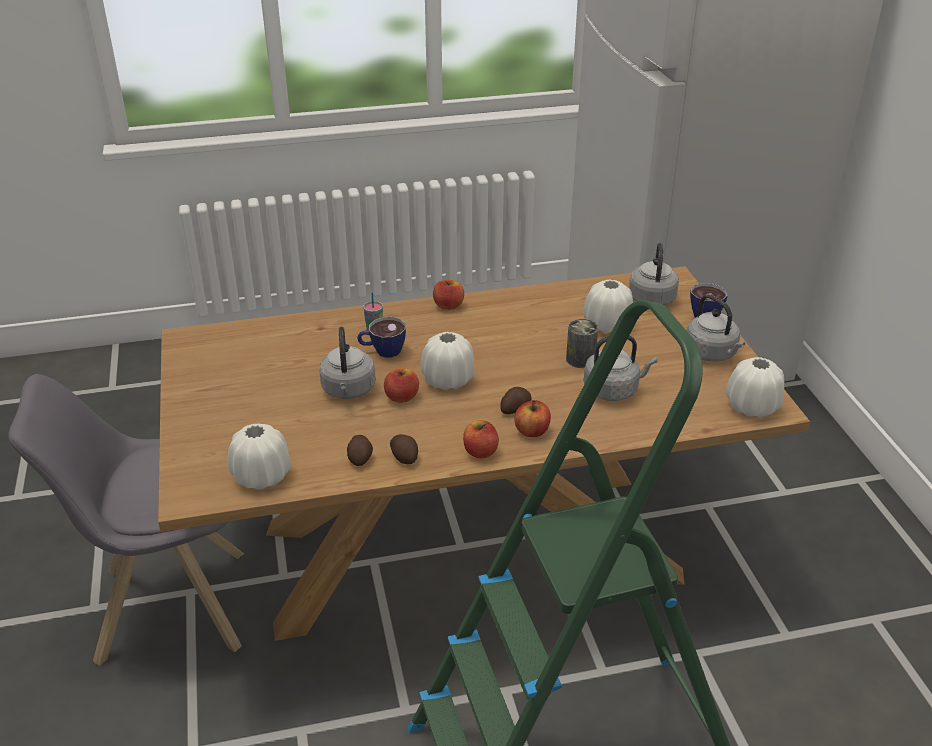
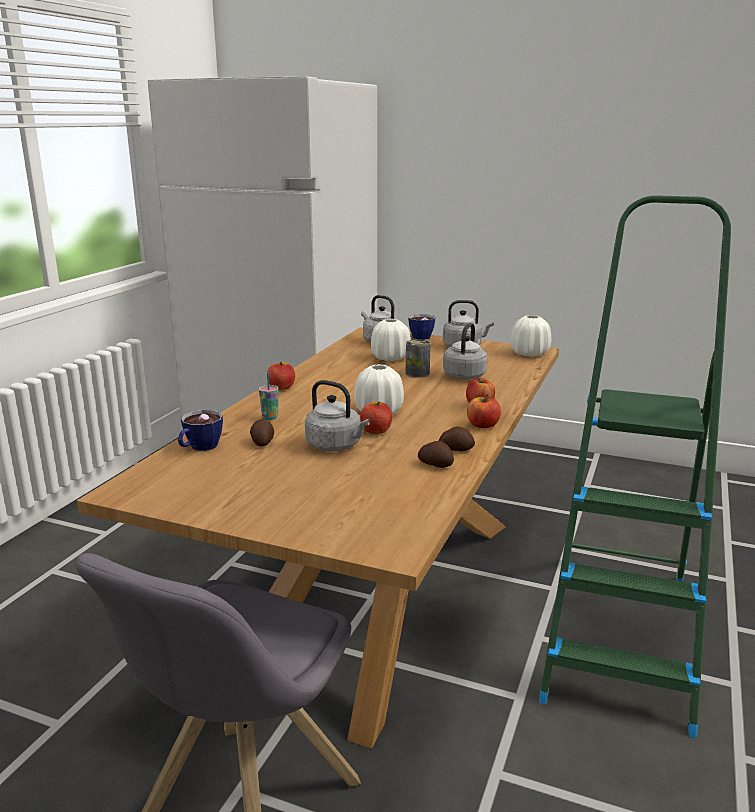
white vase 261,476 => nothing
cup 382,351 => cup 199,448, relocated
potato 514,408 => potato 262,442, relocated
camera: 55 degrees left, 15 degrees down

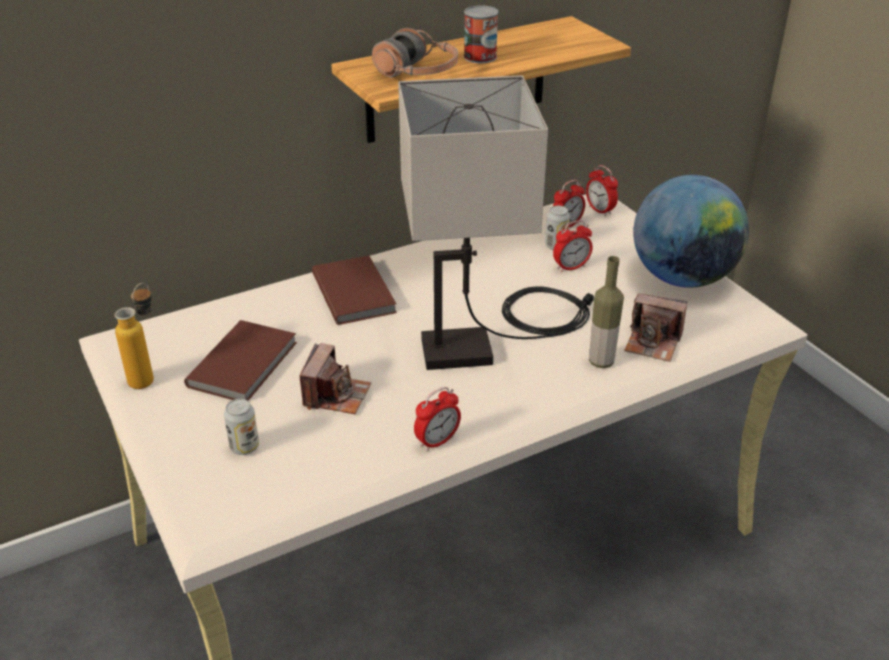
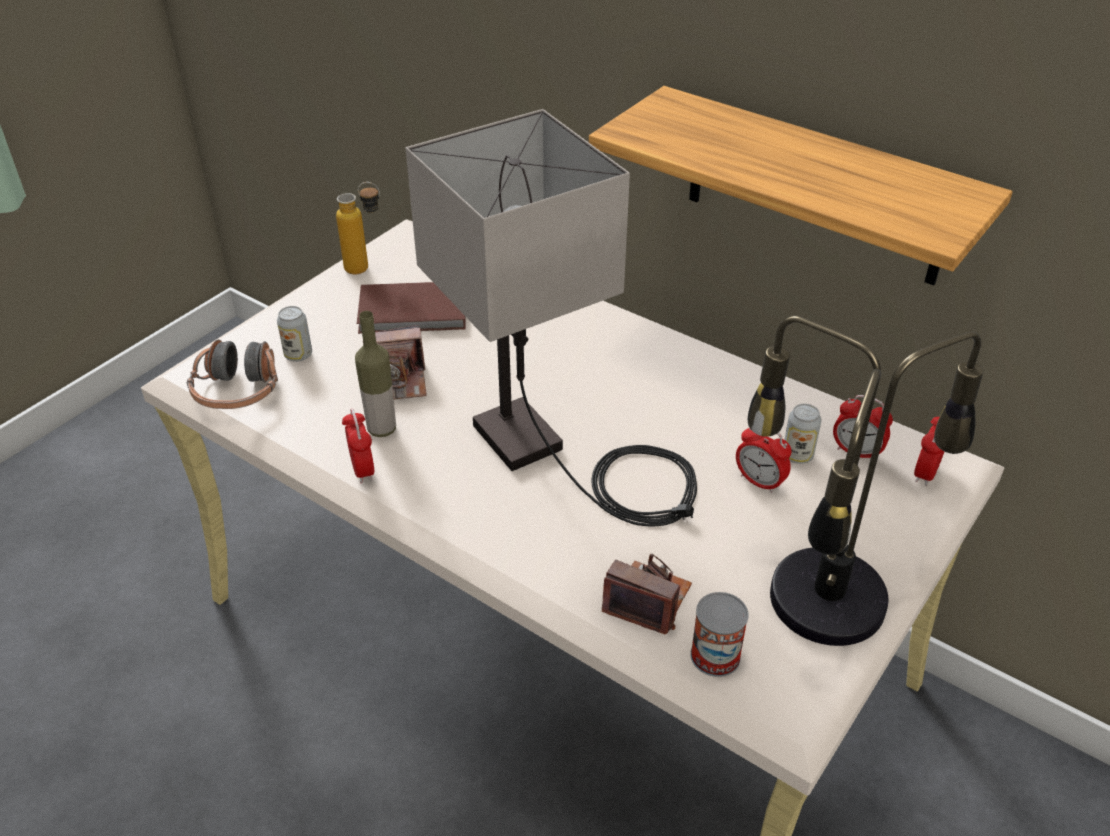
brown book 355,292 => nothing
headphones 417,73 => headphones 238,391, relocated
alarm clock 437,441 => alarm clock 362,470, 135 degrees counterclockwise
can 480,57 => can 715,656, relocated
bottle 601,362 => bottle 382,429, relocated
photo camera 653,343 => photo camera 647,600, 120 degrees clockwise
globe 682,278 => table lamp 825,597
camera: 65 degrees right, 5 degrees up

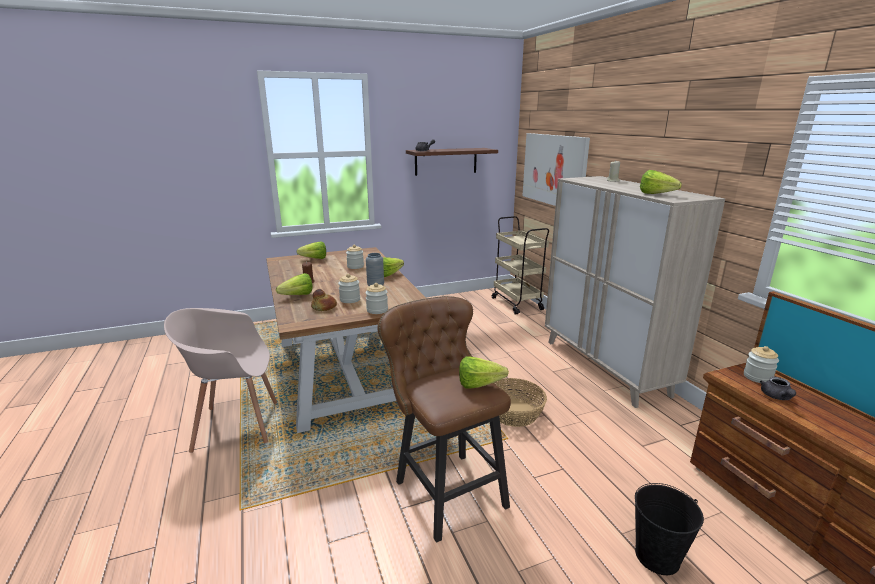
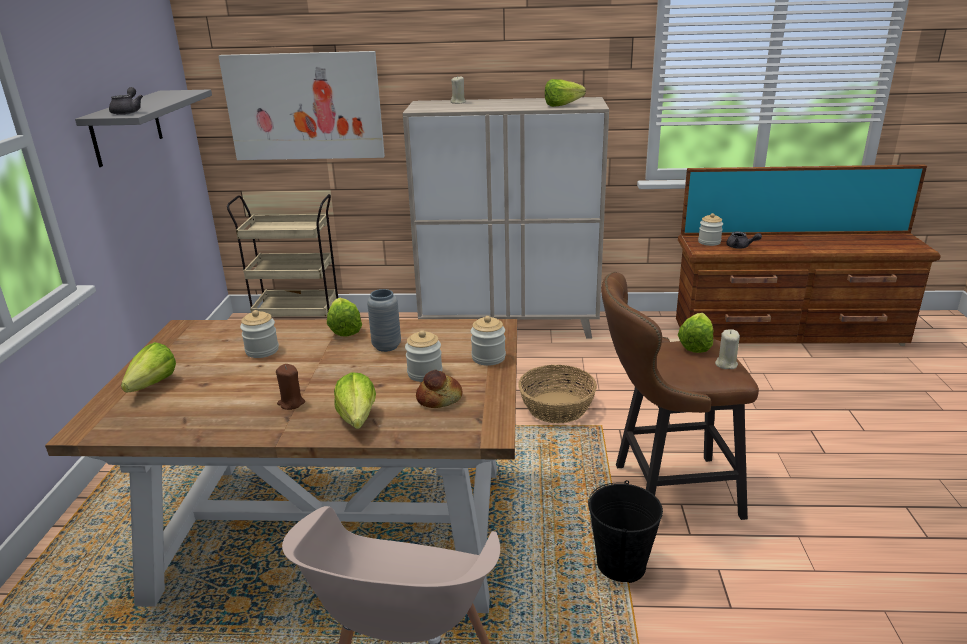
brown shelf 446,161 => grey shelf 127,127
black bucket 657,556 => black bucket 621,565, relocated
nothing => beige candle 726,364
camera: 65 degrees left, 5 degrees up

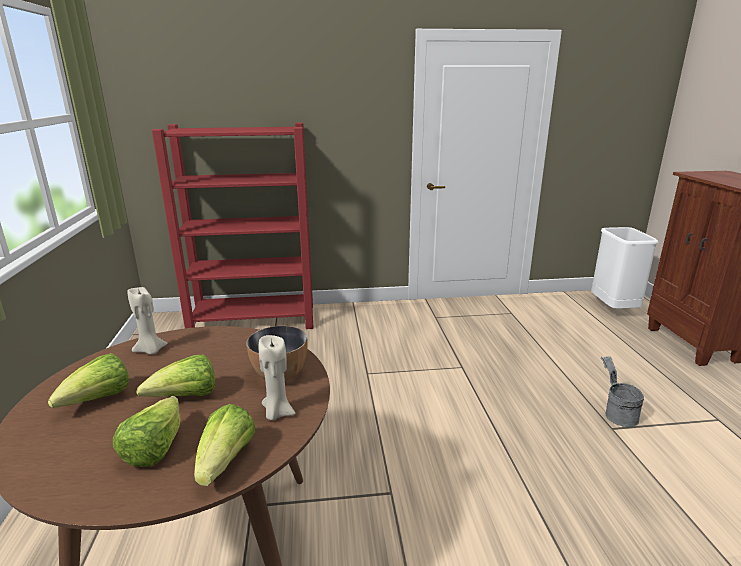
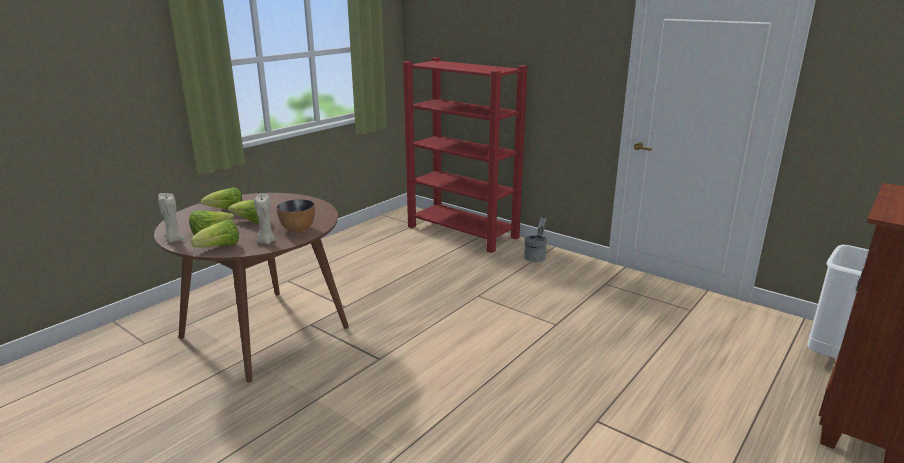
beige candle 151,351 => beige candle 174,240, relocated
grey bucket 616,414 => grey bucket 535,257, relocated
camera: 45 degrees right, 0 degrees up

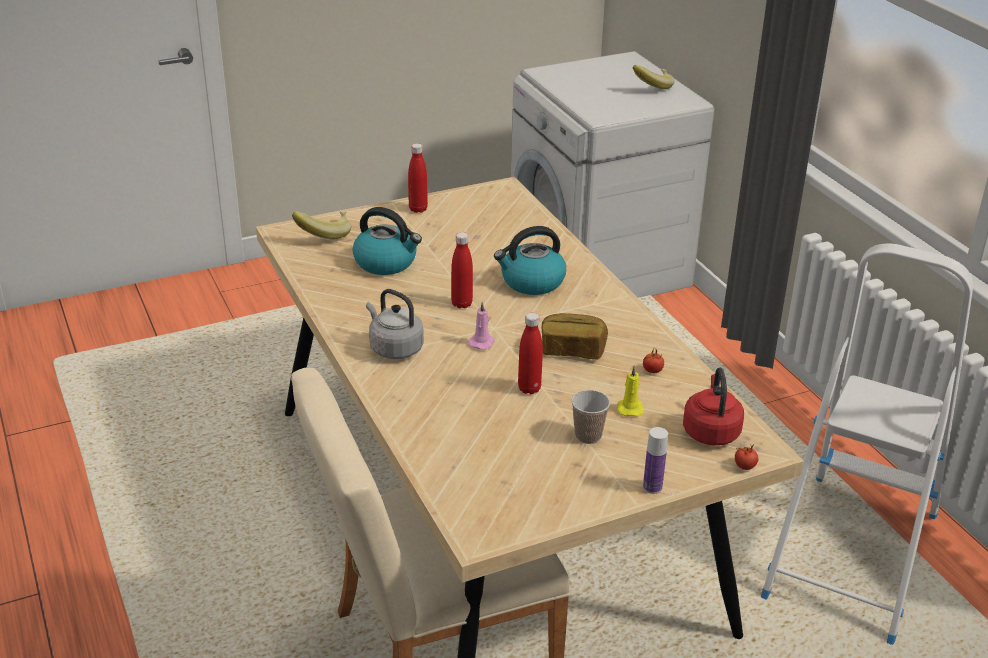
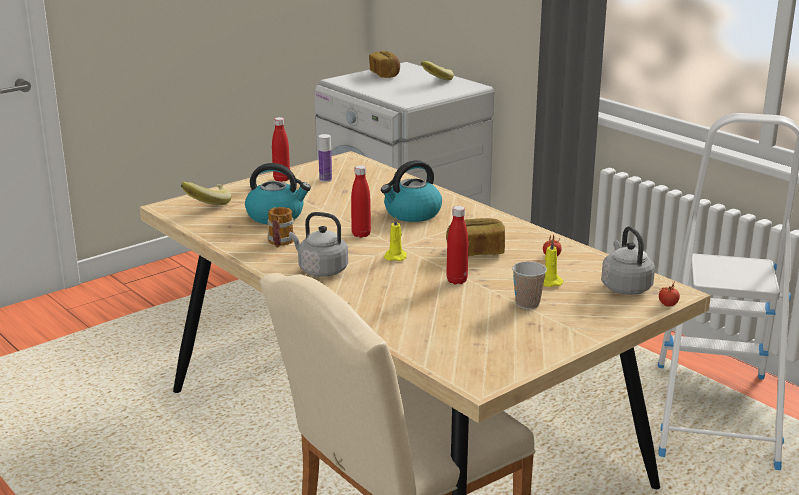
pink candle 482,342 => yellow candle 395,256
bottle 652,487 => bottle 325,179, relocated
red kettle 710,431 => grey kettle 625,287
nothing => mug 280,243
nothing => bread 385,74
camera: 15 degrees left, 10 degrees down

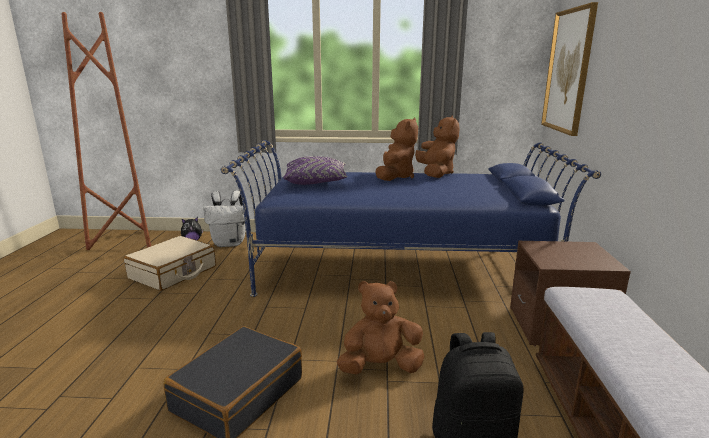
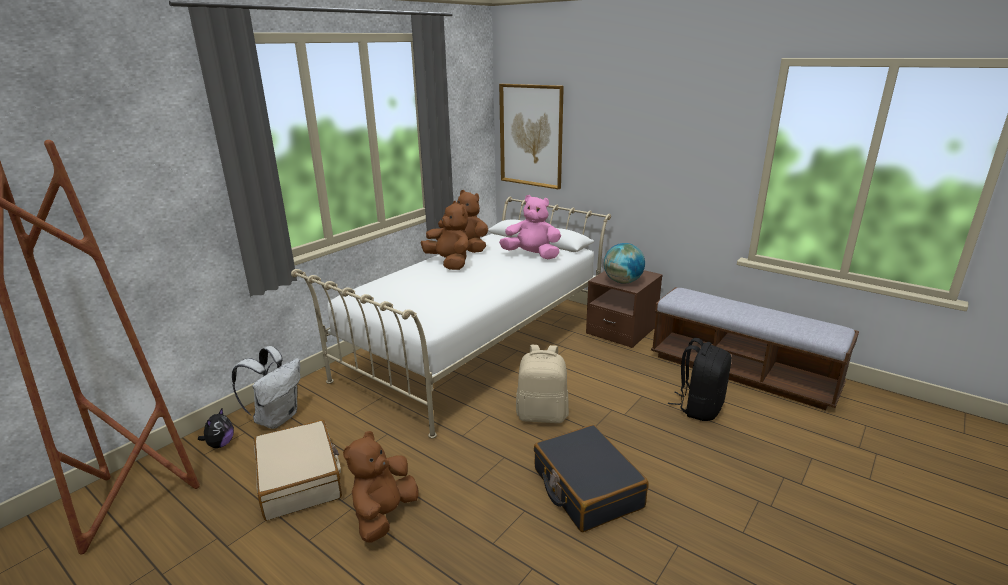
blue bed 398,268 => white bed 475,347
purple pillow 316,182 => nothing
brown plush toy 380,367 => brown plush toy 384,515, relocated
nothing => pink plush toy 532,255
nothing => beige backpack 542,414
nothing => globe 623,281
camera: 55 degrees left, 5 degrees up

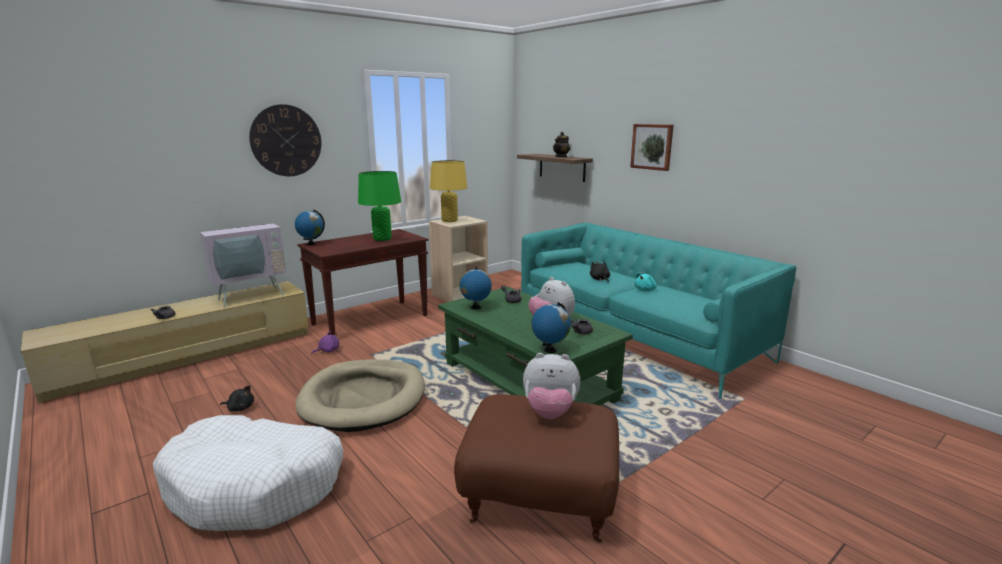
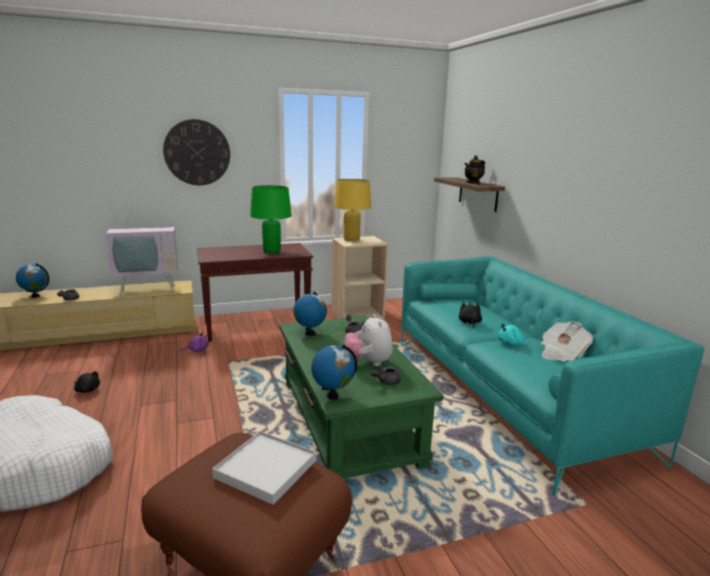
globe 311,244 => globe 35,296, relocated
beige dog bed 364,398 => nothing
plush toy 550,412 => white tray 266,469
picture 652,146 => nothing
nothing => newspaper 561,354
camera: 20 degrees right, 0 degrees up

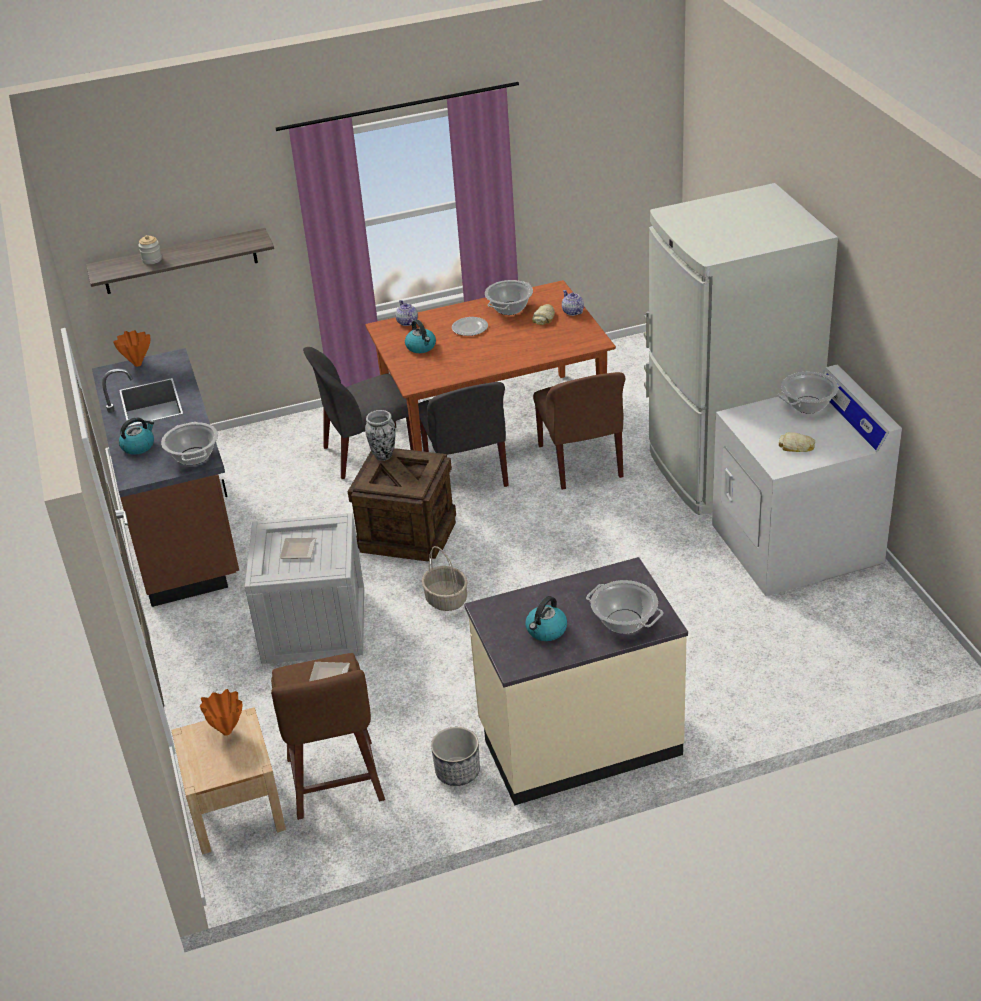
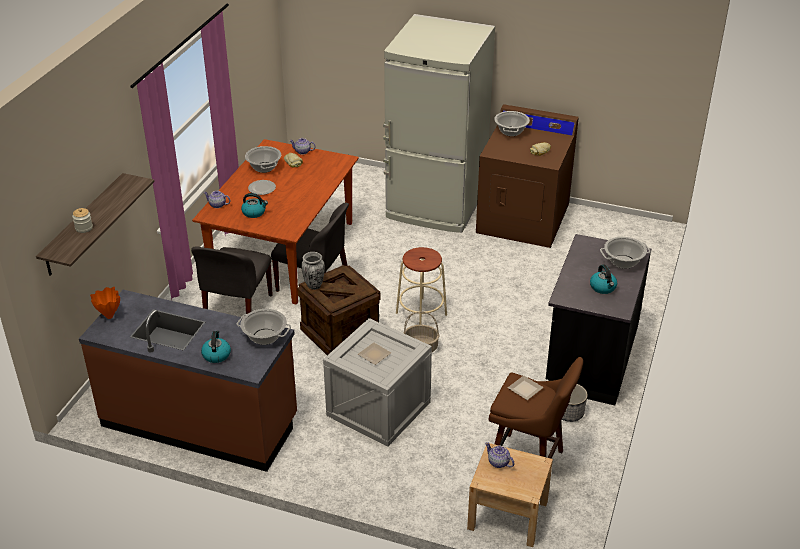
orange vase 227,732 => teapot 498,463
beige counter 579,740 => black counter 589,359
brown chair 581,462 => nothing
white washing machine 796,544 => brown washing machine 523,218
nothing => beige stool 421,314
camera: 55 degrees left, 0 degrees up

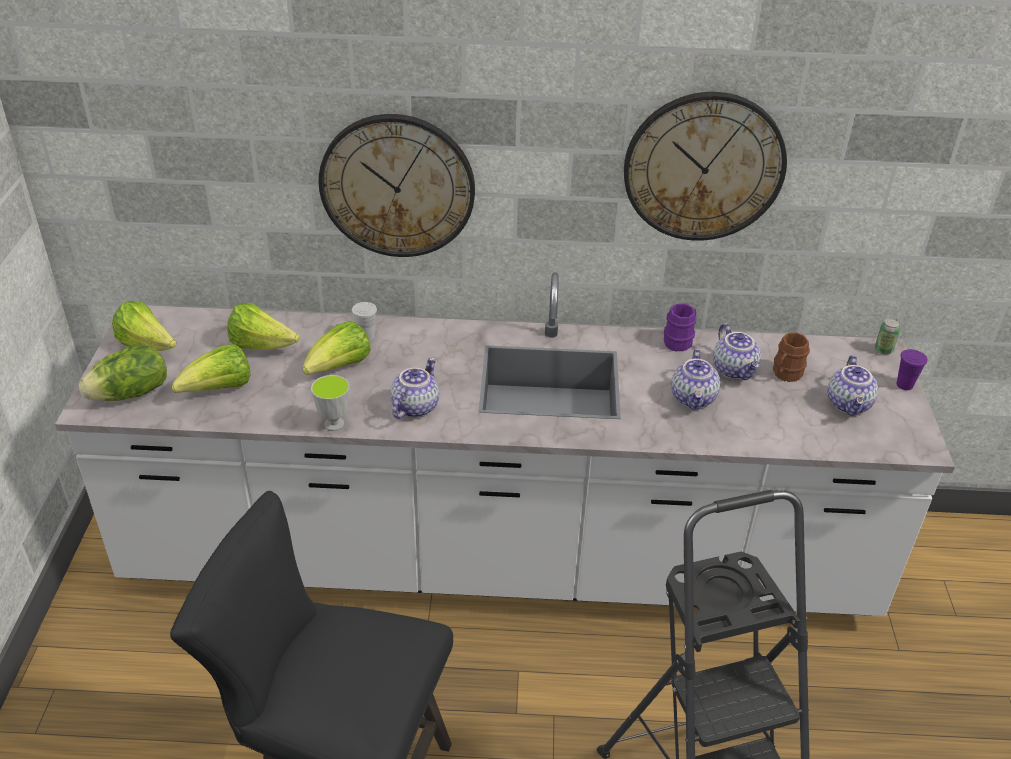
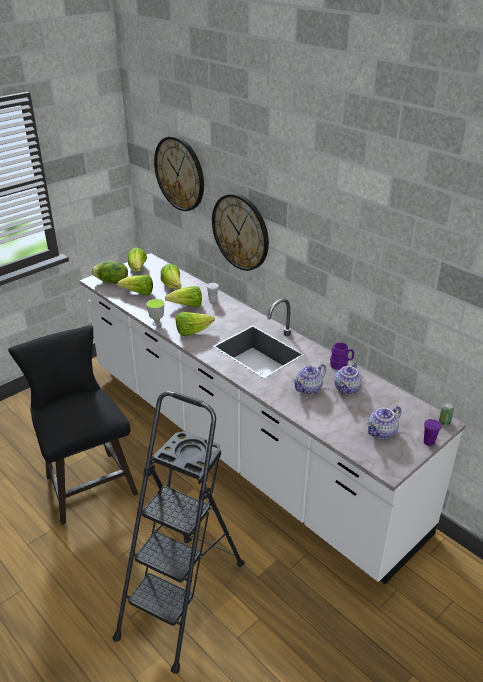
teapot 414,406 => lettuce 192,332
wall clock 704,167 => wall clock 180,173, relocated
brown mug 785,374 => nothing
camera: 45 degrees right, 5 degrees down

